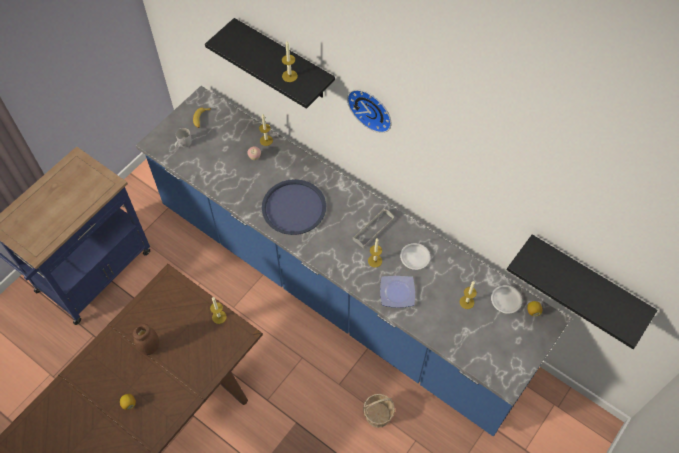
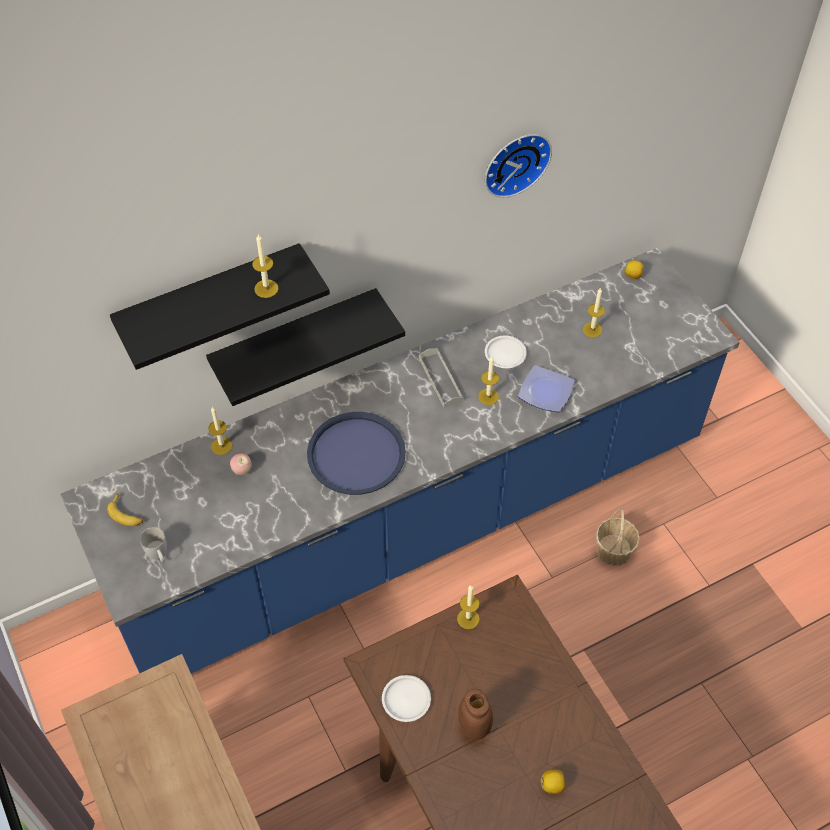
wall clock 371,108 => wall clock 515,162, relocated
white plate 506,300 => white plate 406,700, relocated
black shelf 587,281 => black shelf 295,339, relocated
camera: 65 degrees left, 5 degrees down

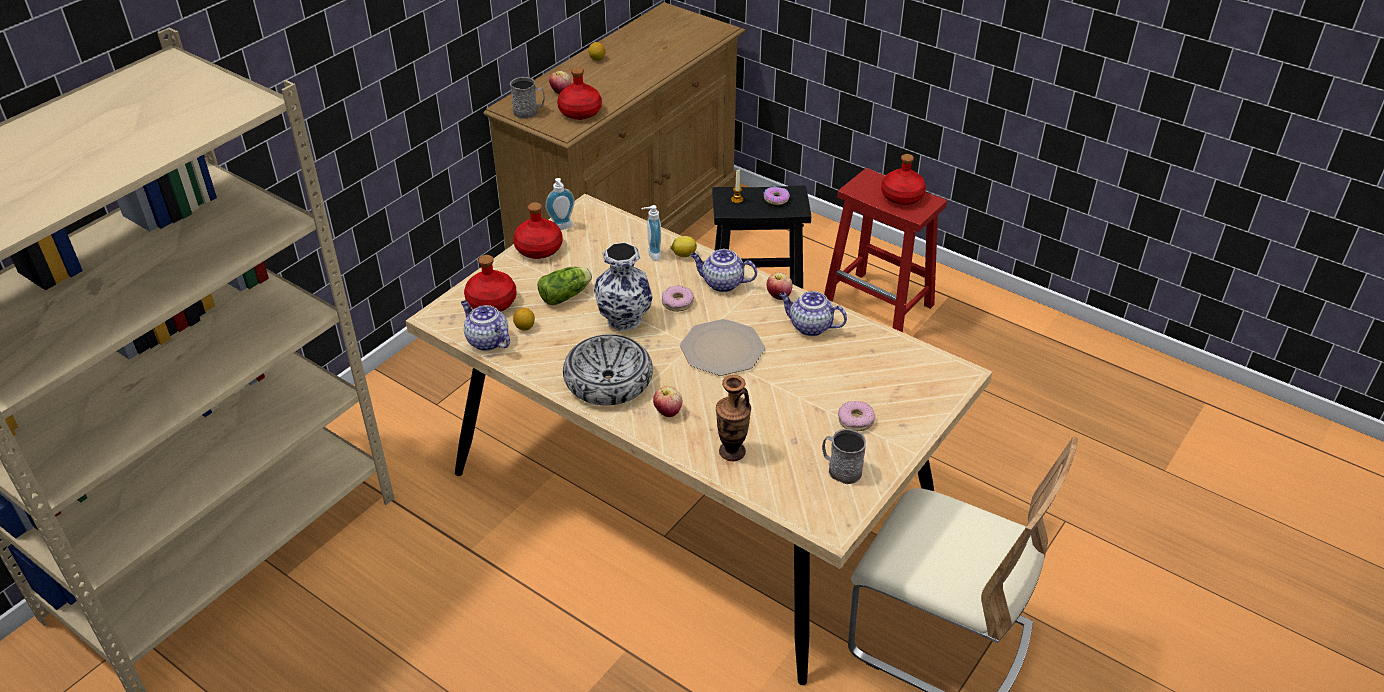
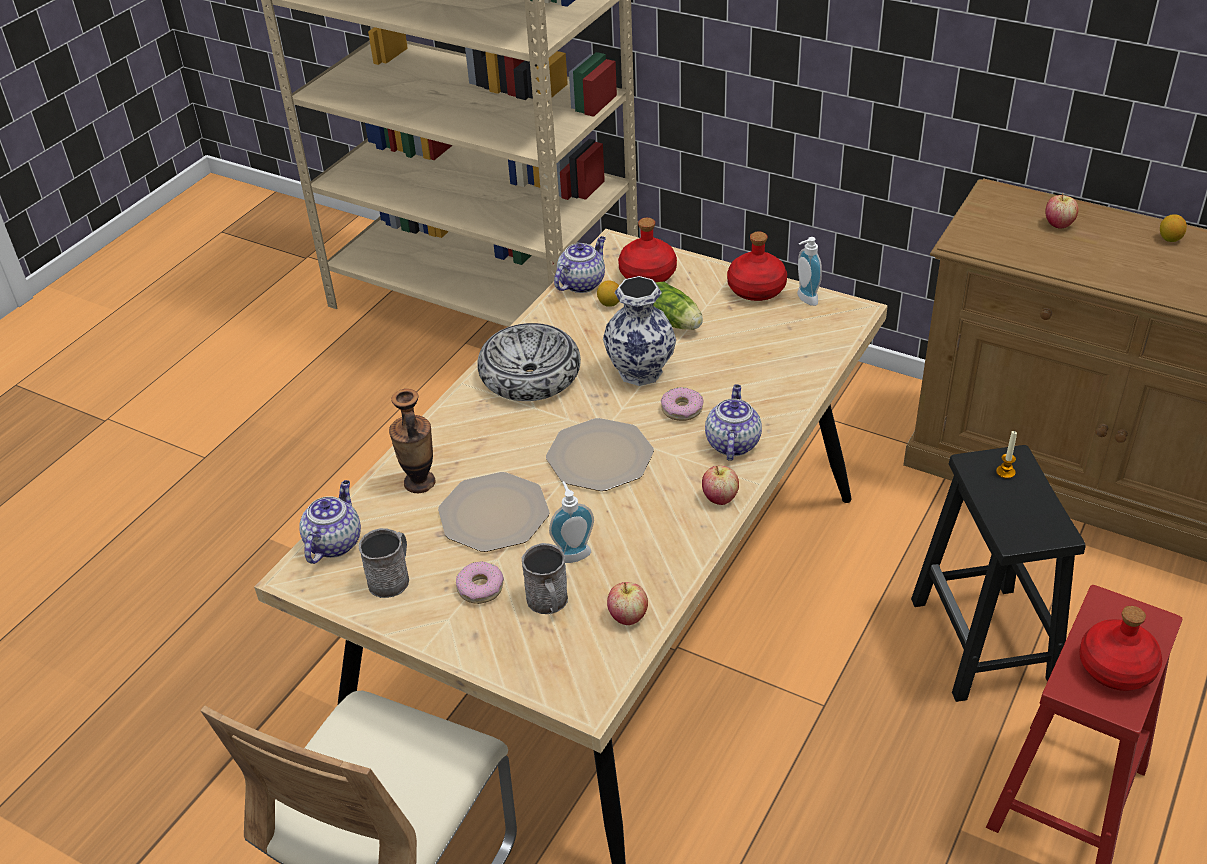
grey mug 529,112 => grey mug 549,603, relocated
red bottle 580,112 => nothing
soap dispenser 651,254 => soap dispenser 572,553, relocated
apple 668,412 => apple 628,616, relocated
lemon 683,254 => nothing
donut 776,199 => nothing
teapot 809,327 => teapot 334,542, relocated
nothing => plate 494,514
camera: 85 degrees right, 0 degrees up

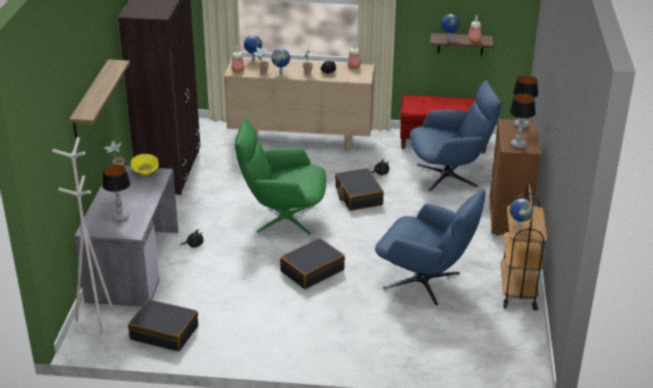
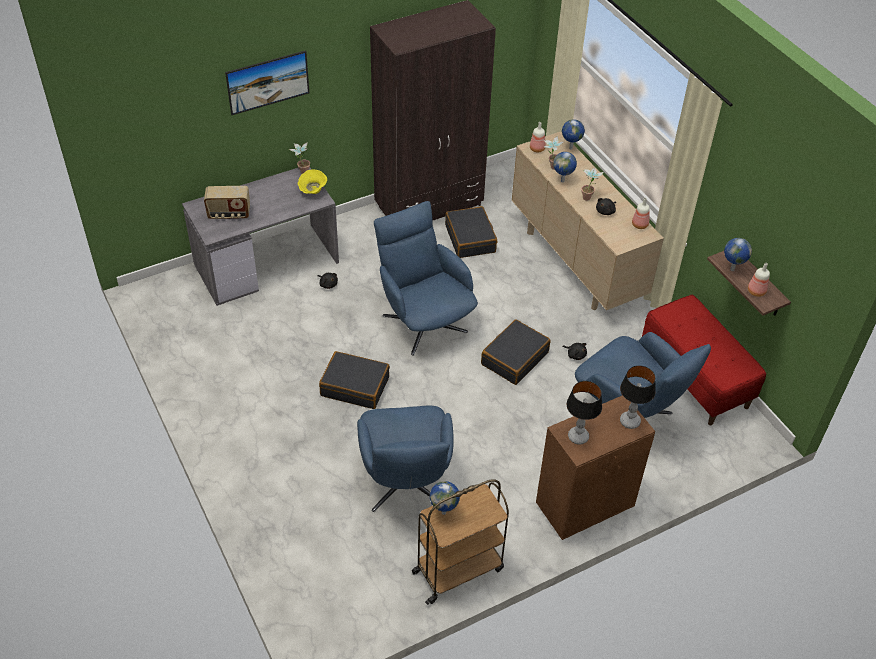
grey clothes rack 97,321 => nothing
shelf 91,99 => picture 269,92
table lamp 120,217 => radio 229,214
black suitcase 164,332 => black suitcase 470,239, relocated
green armchair 283,218 => blue armchair 423,322
camera: 55 degrees right, 15 degrees up

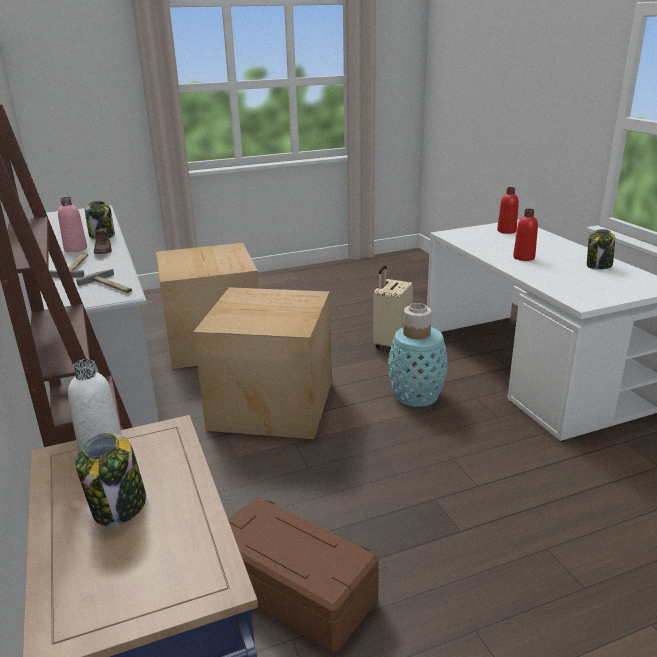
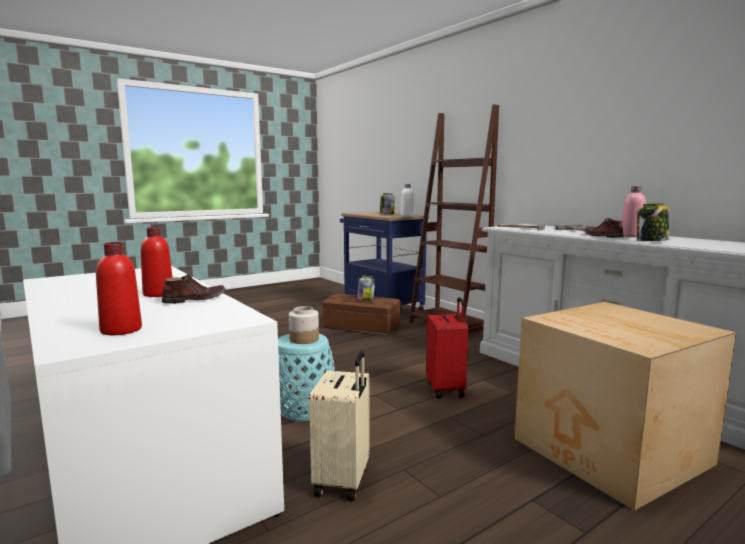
cardboard box 271,403 => red suitcase 446,389
jar 598,266 => jar 365,299, relocated
nothing => brown shoe 194,299
camera: 165 degrees right, 15 degrees down

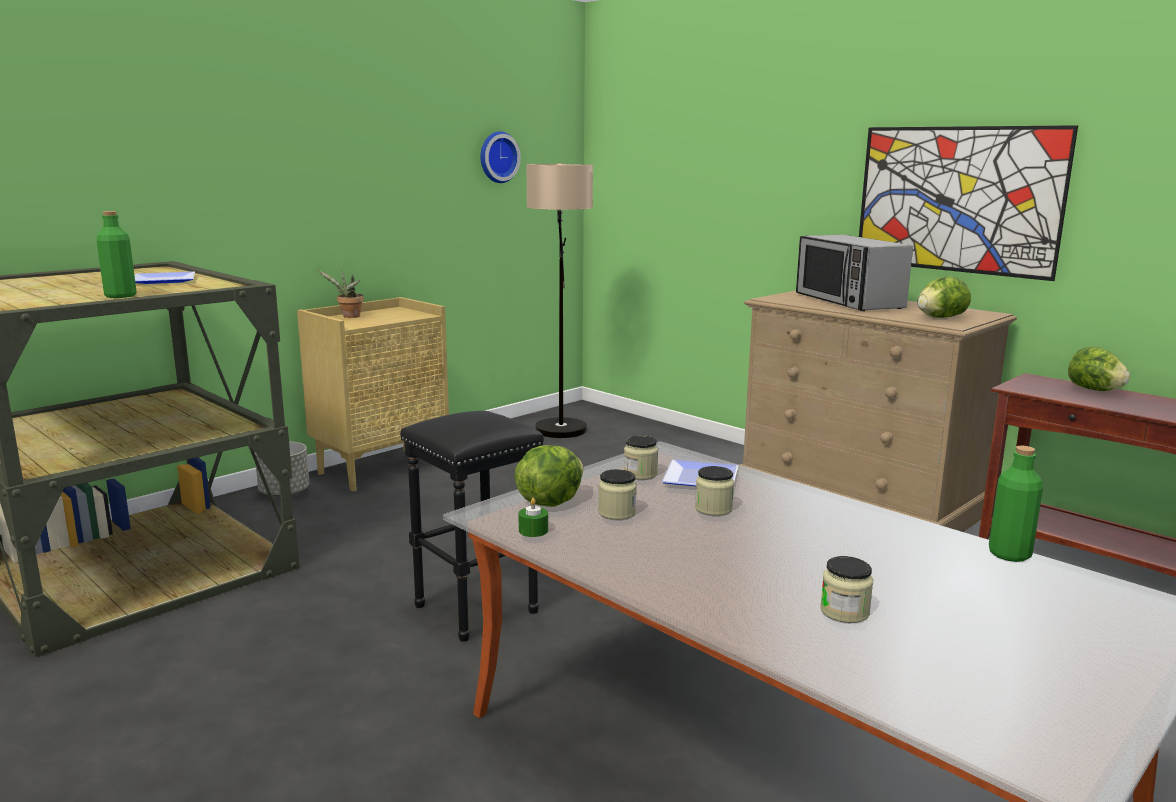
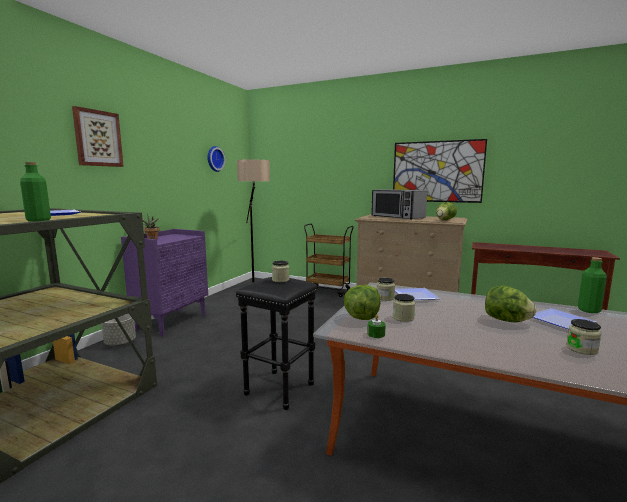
beige cabinet 382,469 => purple cabinet 172,321
jar 713,509 => jar 280,280, relocated
lettuce 1094,390 => lettuce 506,320, relocated
nothing => picture 98,138
nothing => brown cart 328,291
nothing => plate 561,322
camera: 20 degrees left, 5 degrees down

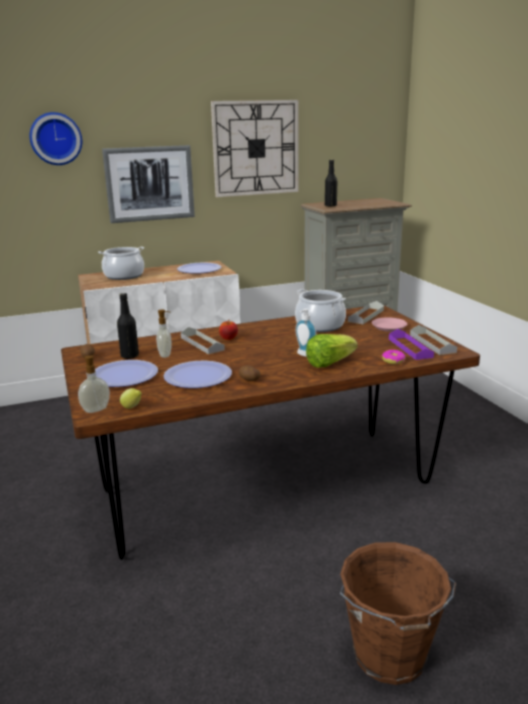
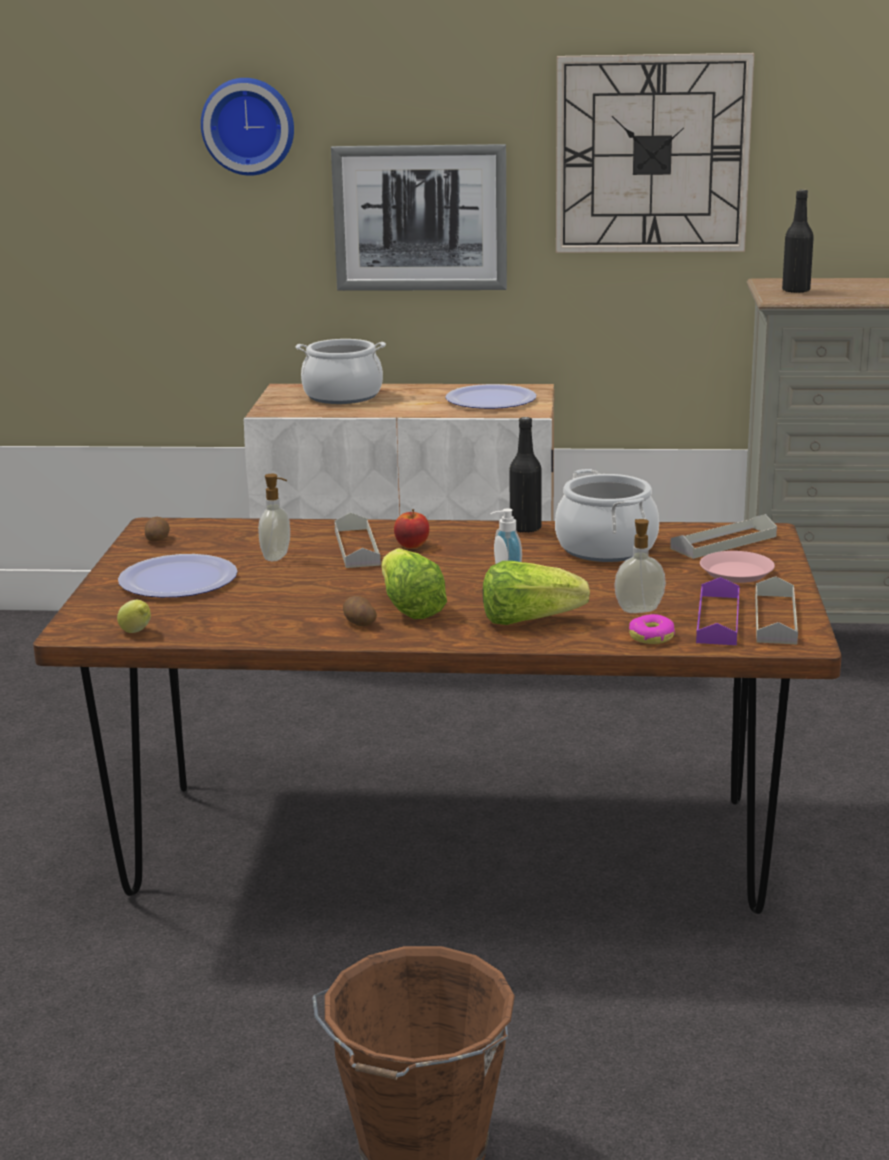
soap dispenser 95,409 => soap dispenser 638,609, relocated
black bottle 129,356 => black bottle 525,528, relocated
plate 197,376 => nothing
nothing => lettuce 409,607
camera: 25 degrees right, 0 degrees up

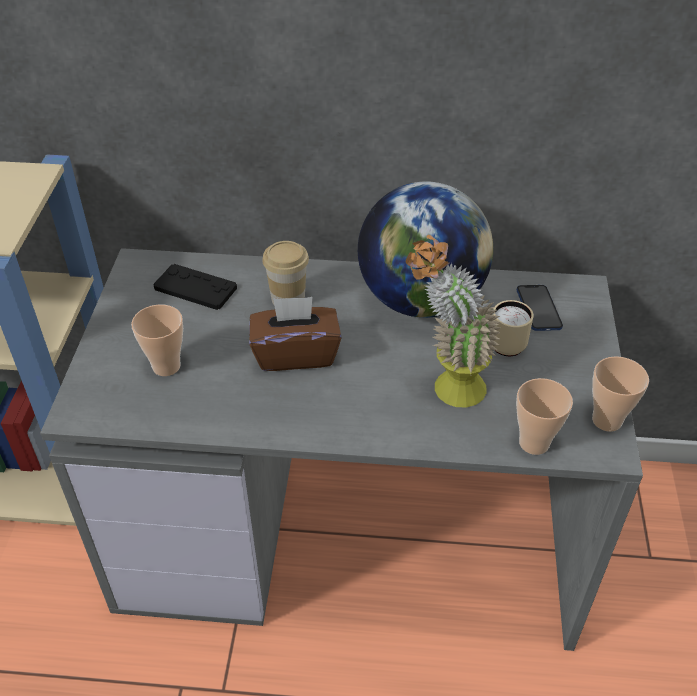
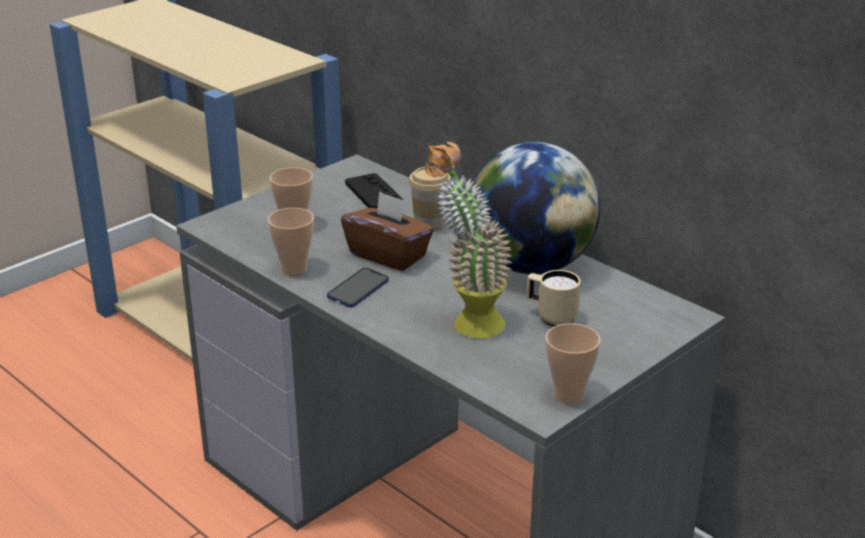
cup 534,443 => cup 294,269, relocated
phone 538,309 => phone 358,289, relocated
camera: 40 degrees right, 15 degrees down

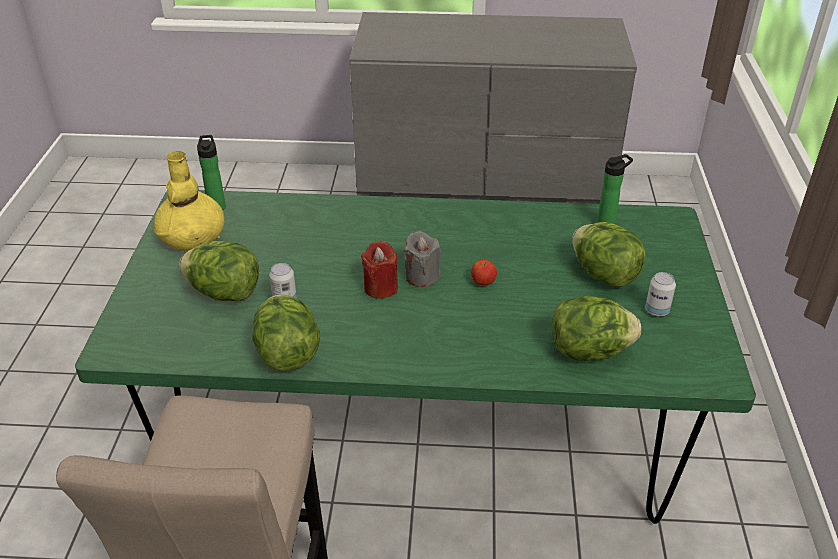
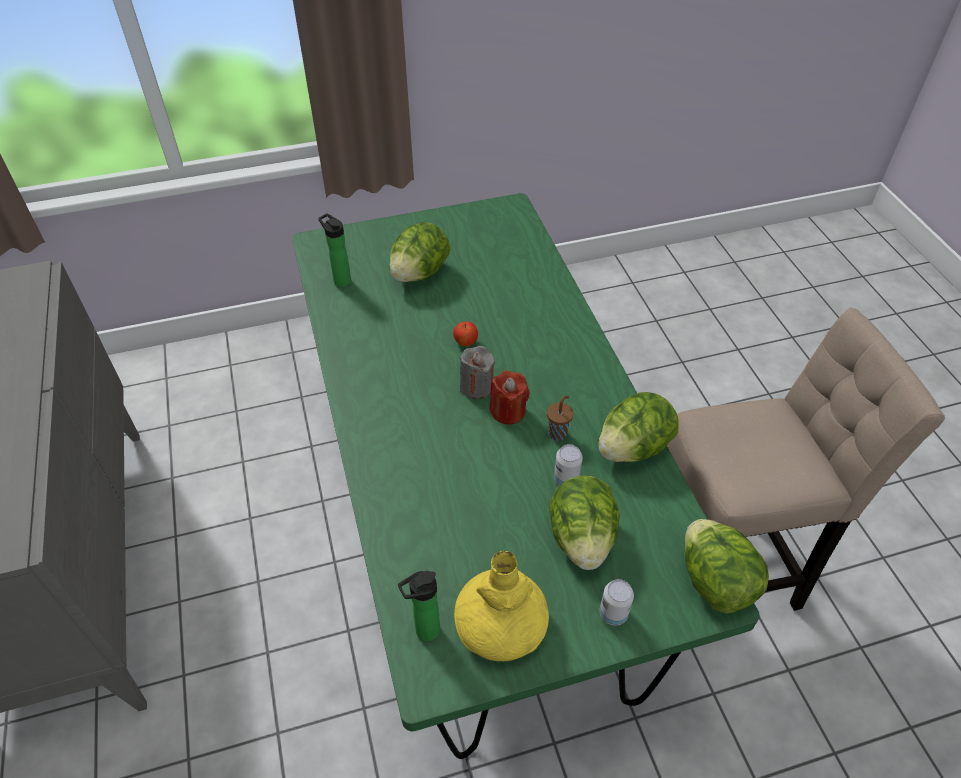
lettuce 589,351 => lettuce 715,582, relocated
can 657,310 => can 613,613, relocated
nothing => brown cup 558,433
camera: 110 degrees left, 10 degrees up

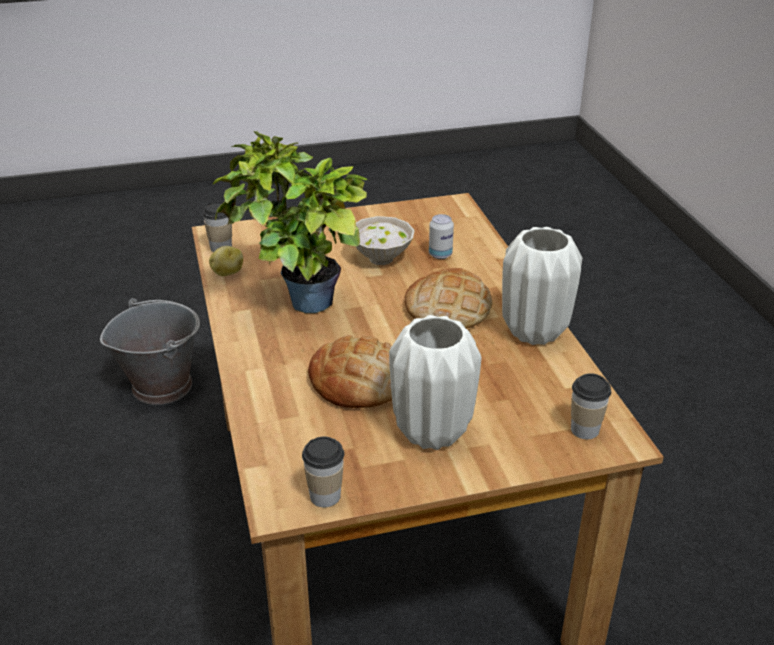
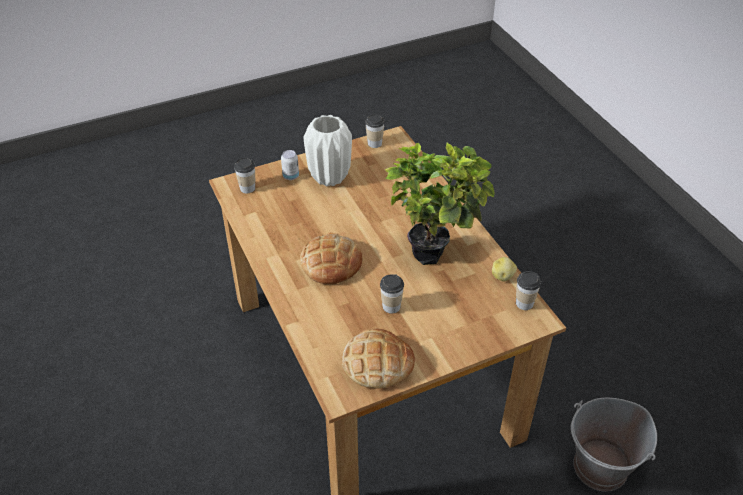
bread 359,381 => bread 377,363, relocated
white bowl 381,259 => cup 391,306
can 440,255 => can 291,176, relocated
white vase 533,332 => nothing
camera: 170 degrees right, 10 degrees up

